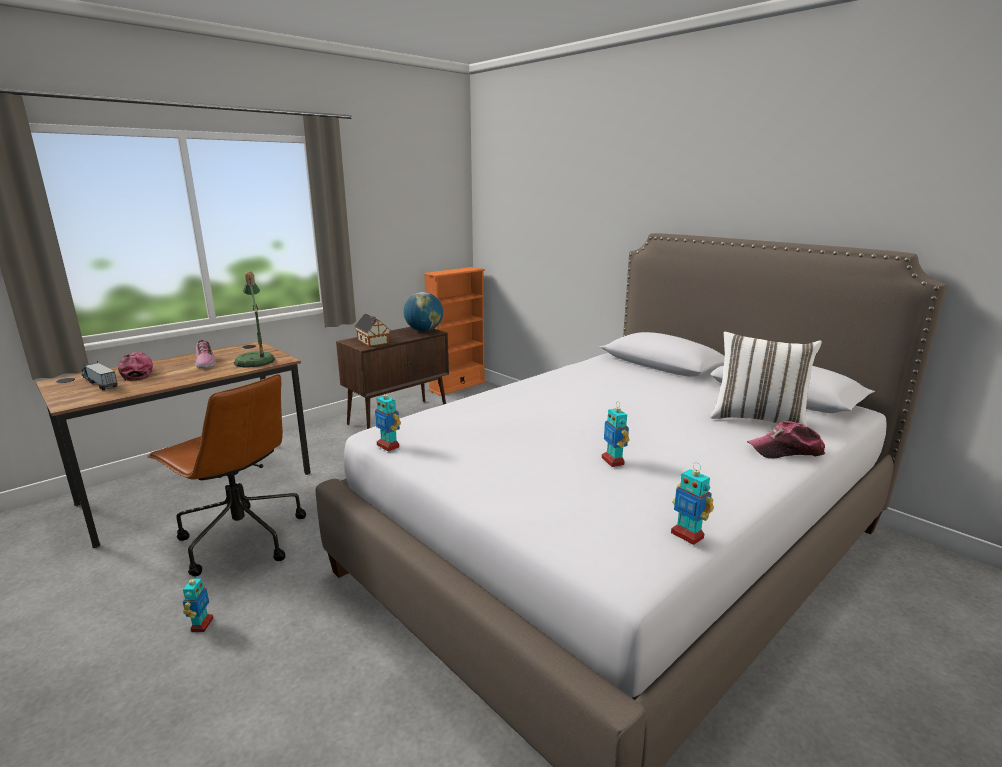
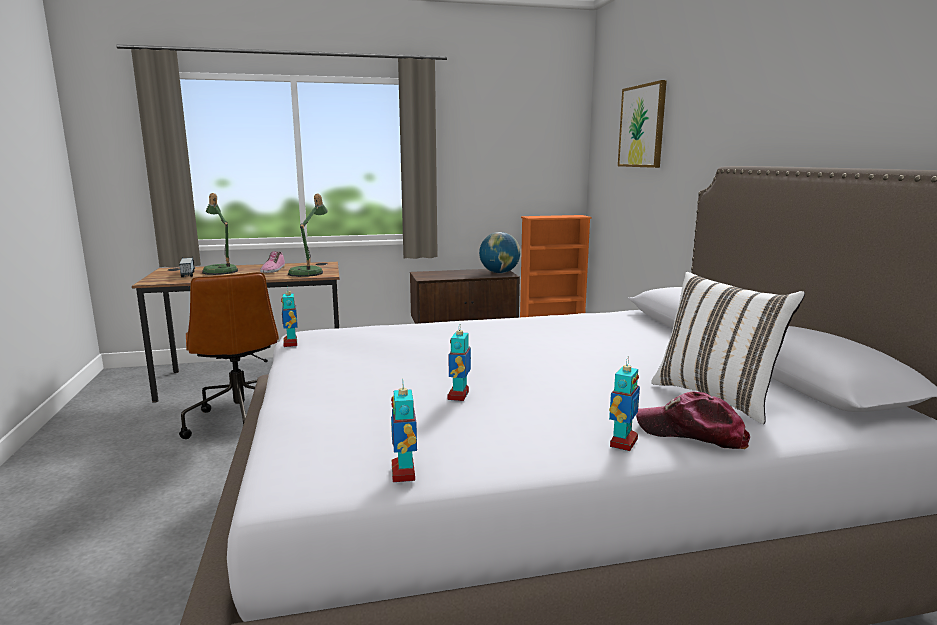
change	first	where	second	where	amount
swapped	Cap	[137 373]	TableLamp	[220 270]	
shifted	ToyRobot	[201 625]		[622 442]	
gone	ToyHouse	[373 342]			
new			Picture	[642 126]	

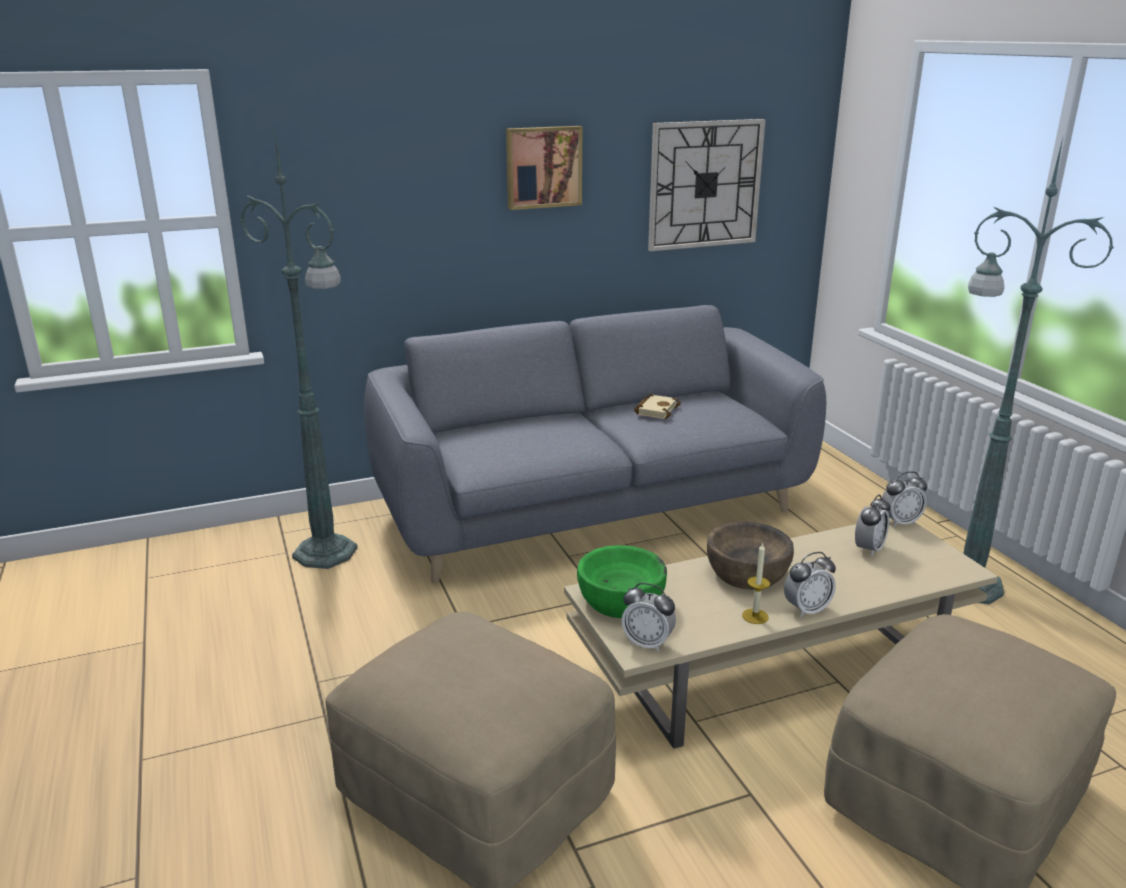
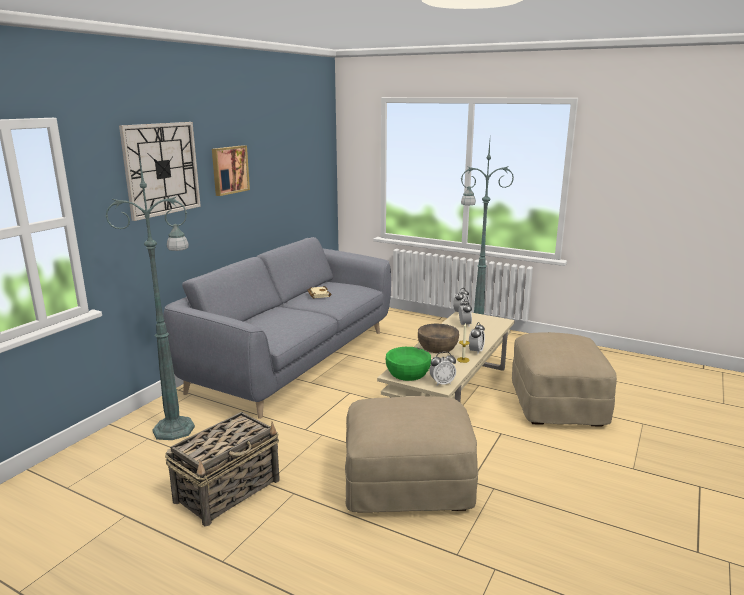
change	first	where	second	where	amount
shifted	WallClock	[705 184]		[161 169]	
new			Basket	[229 490]	

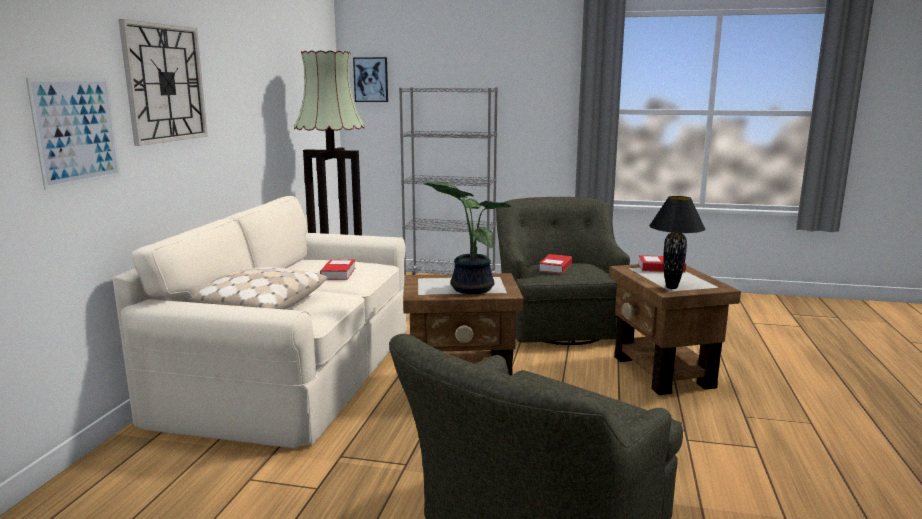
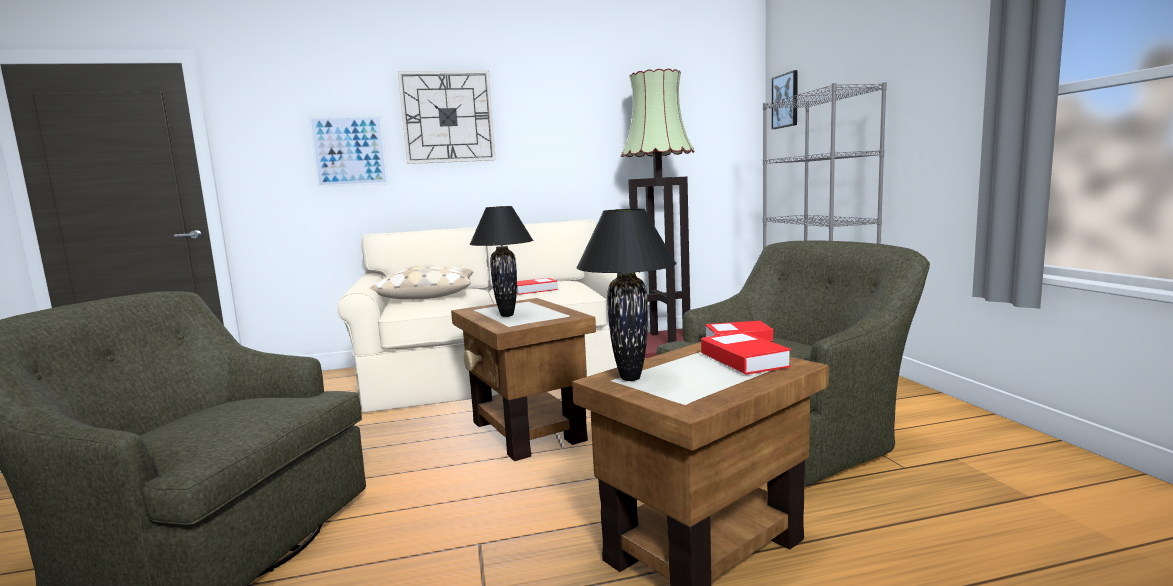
change	first	where	second	where	amount
swapped	PottedPlant	[469 288]	BlackTableLamp	[507 315]	

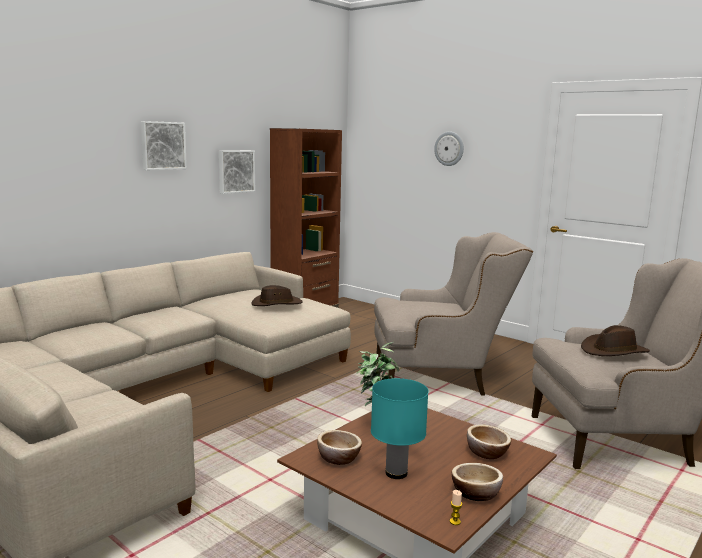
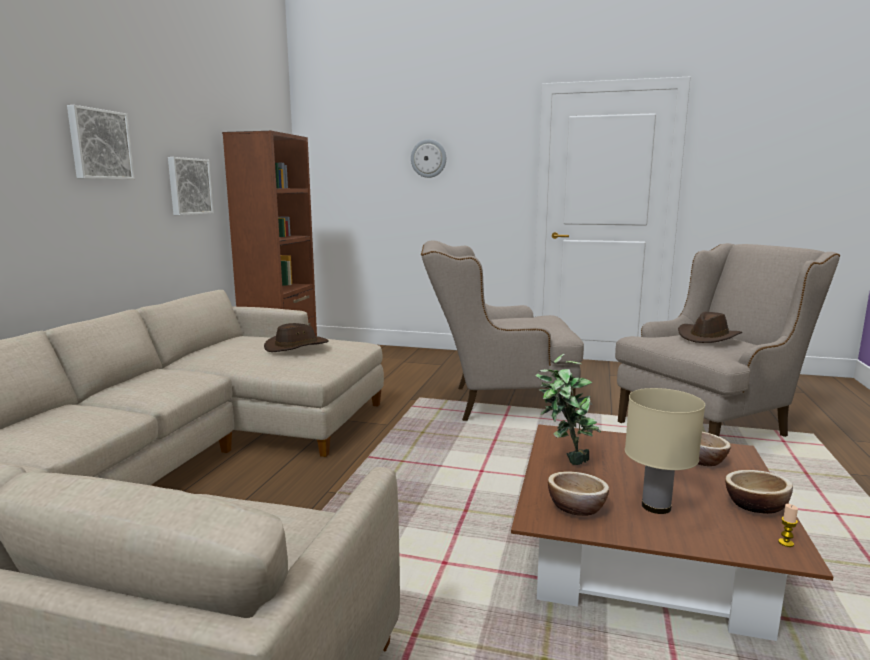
change	first	where	second	where	amount
repainted	TurquoiseTableLamp	[397 473]	BeigeTableLamp	[657 506]	
rotated	BeigeArmchair	[441 378]		[496 403]	150 degrees counterclockwise

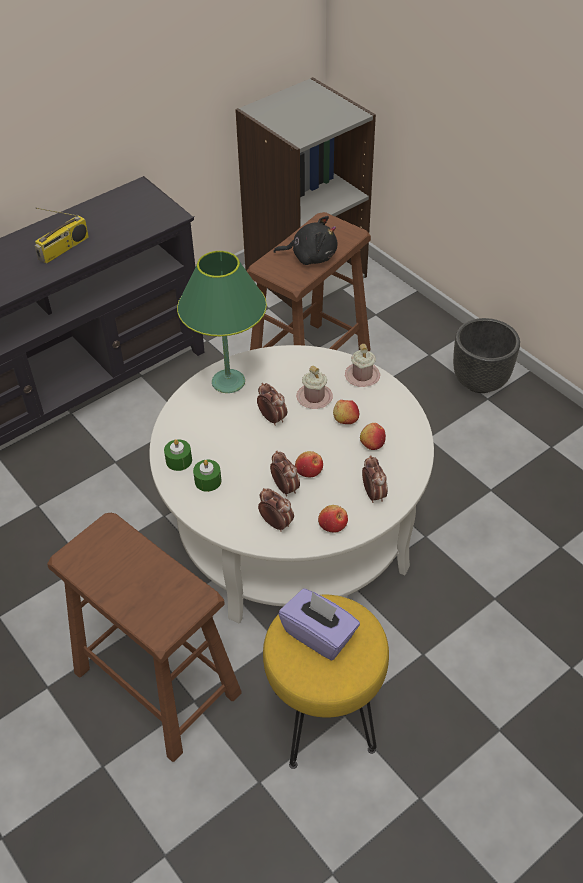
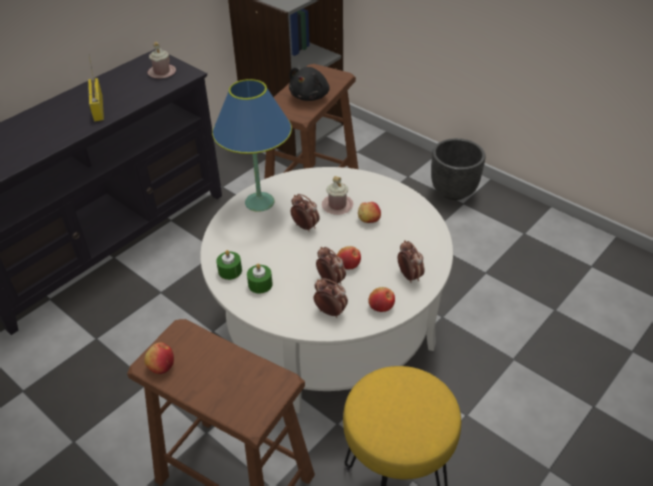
change	first	where	second	where	amount
rotated	Radio	[64 249]		[97 107]	135 degrees clockwise
repainted	GreenTableLamp	[228 381]	BlueTableLamp	[259 202]	
rotated	BlackPlushToy	[310 256]		[310 96]	120 degrees clockwise
gone	PurpleTissueBox	[319 634]			
shifted	PinkMug	[362 376]		[162 72]	
shifted	Apple	[372 444]		[161 366]	

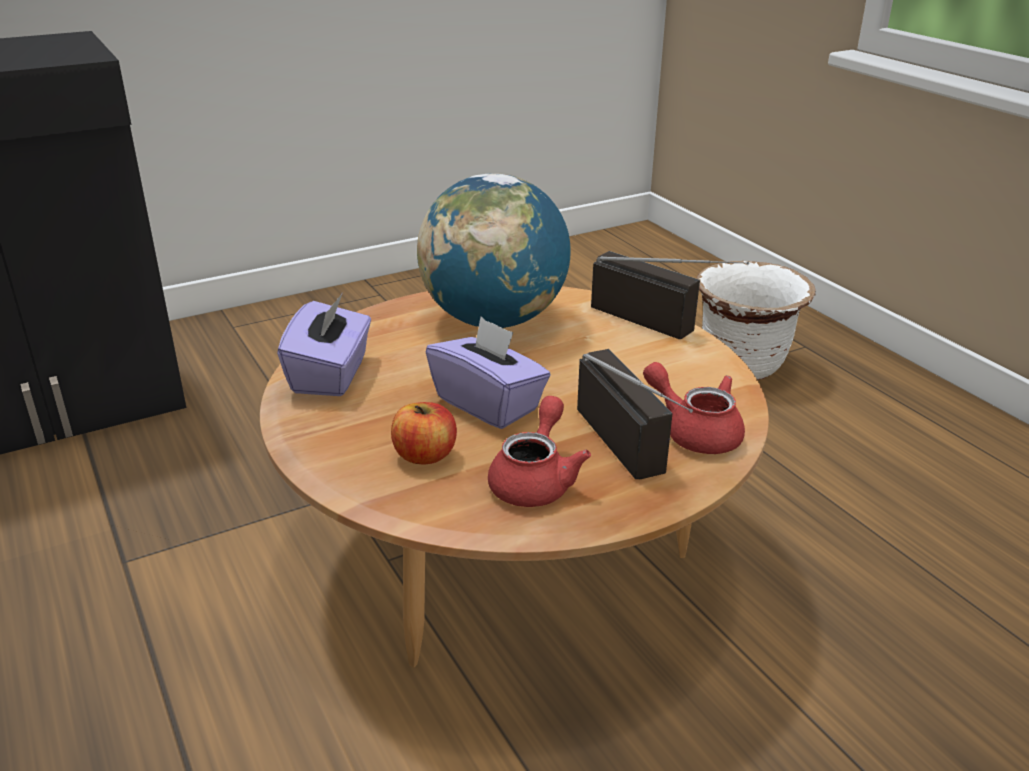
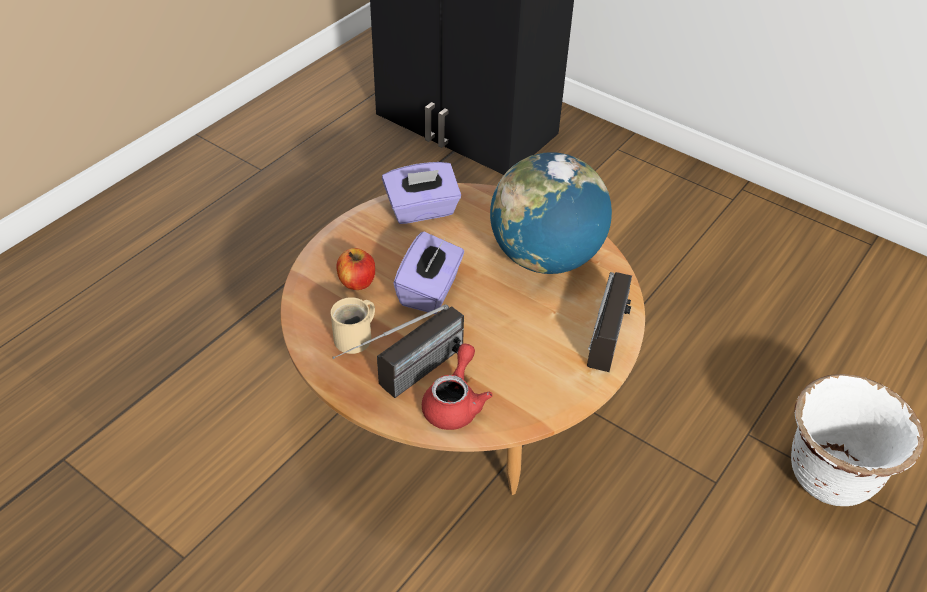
change	first	where	second	where	amount
swapped	RedTeapot	[536 480]	BeigeMug	[356 338]	

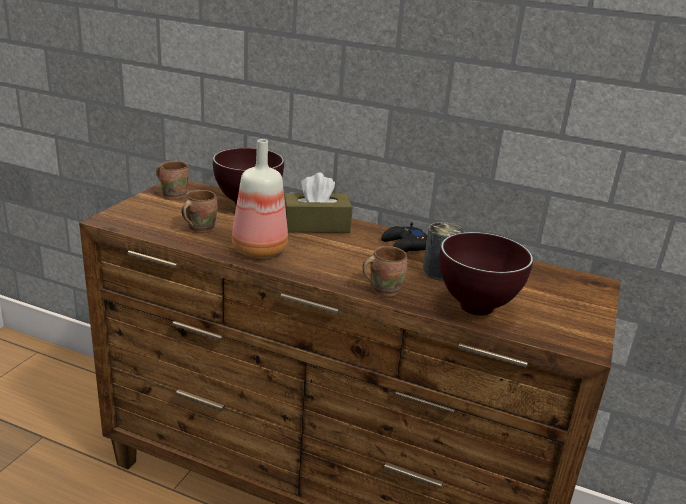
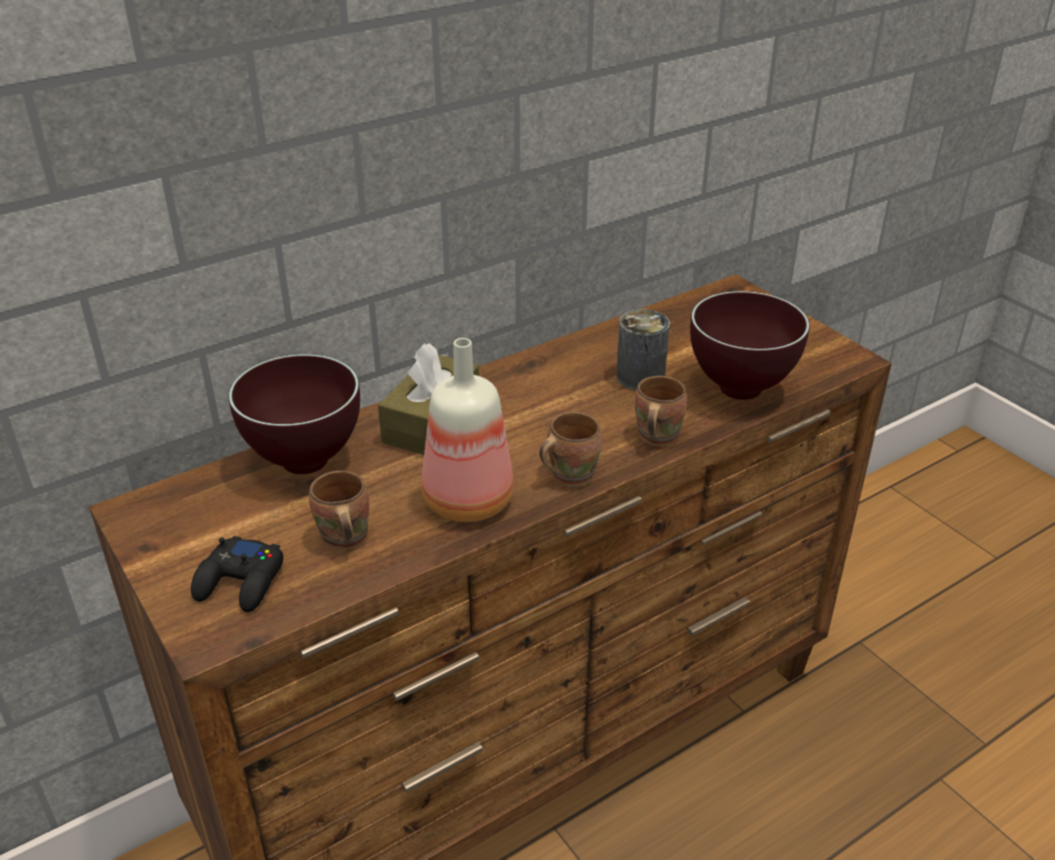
change	first	where	second	where	amount
shifted	BrownMug	[174 195]		[569 474]	
shifted	BlackGameController	[405 246]		[241 582]	

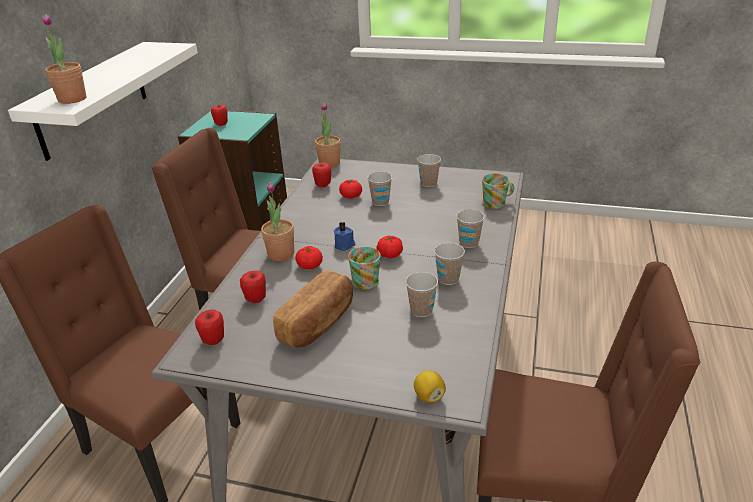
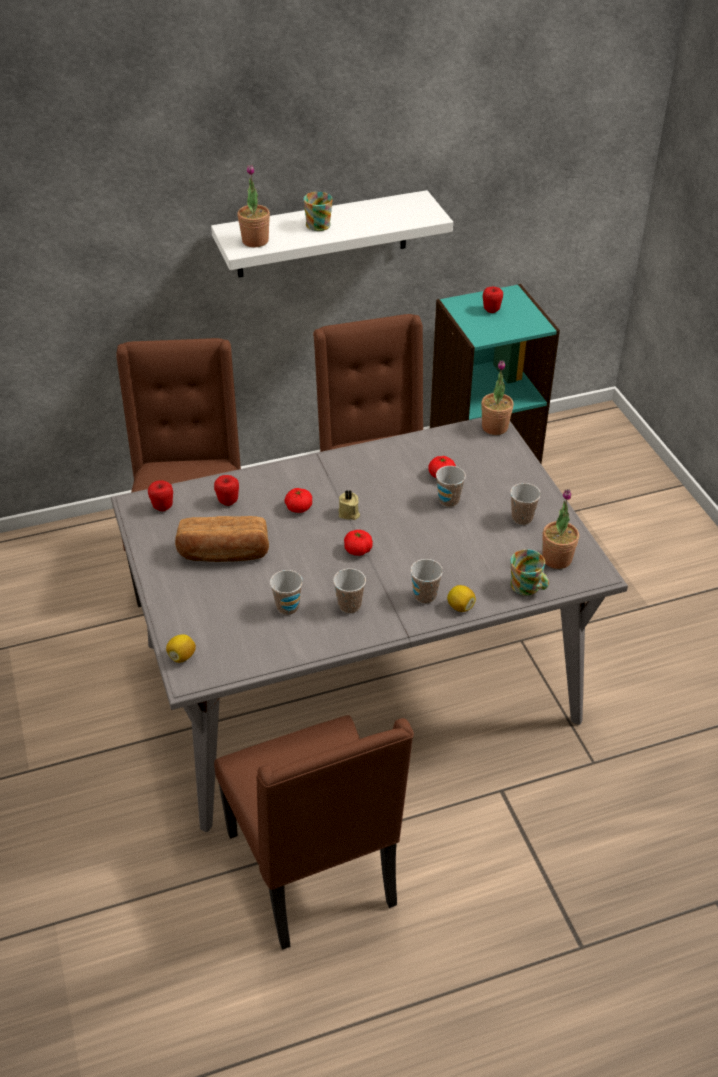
change	first	where	second	where	amount
shifted	PottedPlant	[281 254]		[556 559]	
gone	Apple	[323 185]			
repainted	BlueCandle	[345 245]	BeigeCandle	[349 514]	
shifted	Mug	[363 279]		[320 223]	
new			Lemon	[460 607]	

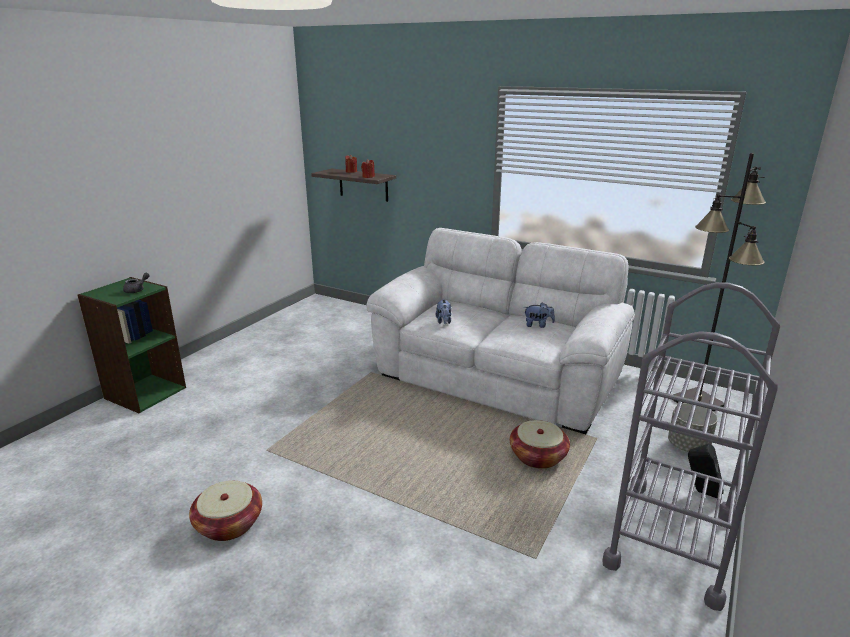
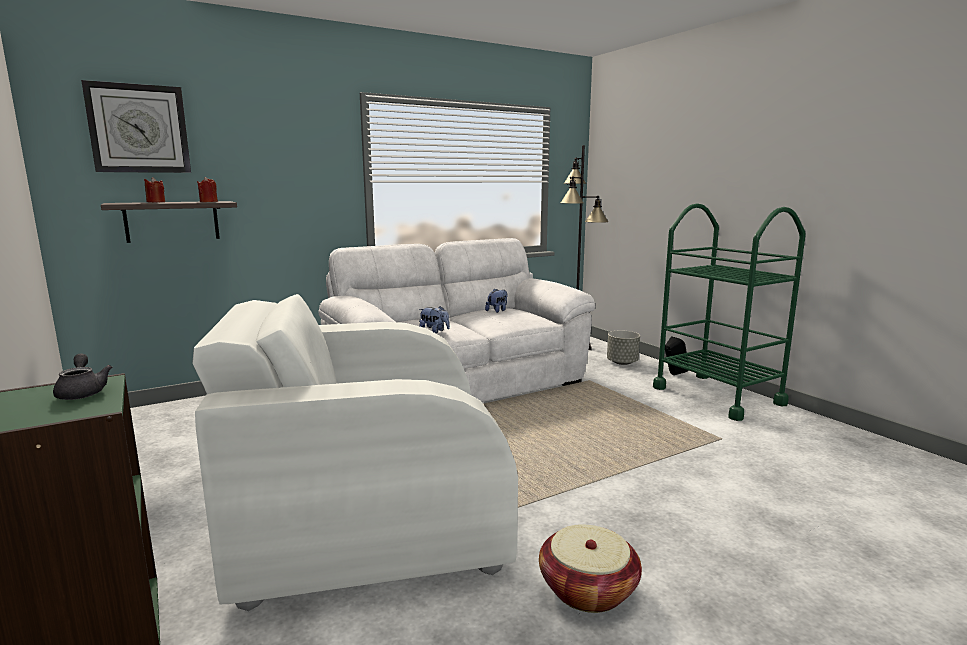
change	first	where	second	where	amount
gone	Basket	[538 457]			
repainted	GreyCart	[671 539]	GreenCart	[717 396]	
new			WallClock	[139 129]	
new			WhiteArmchair	[368 518]	

